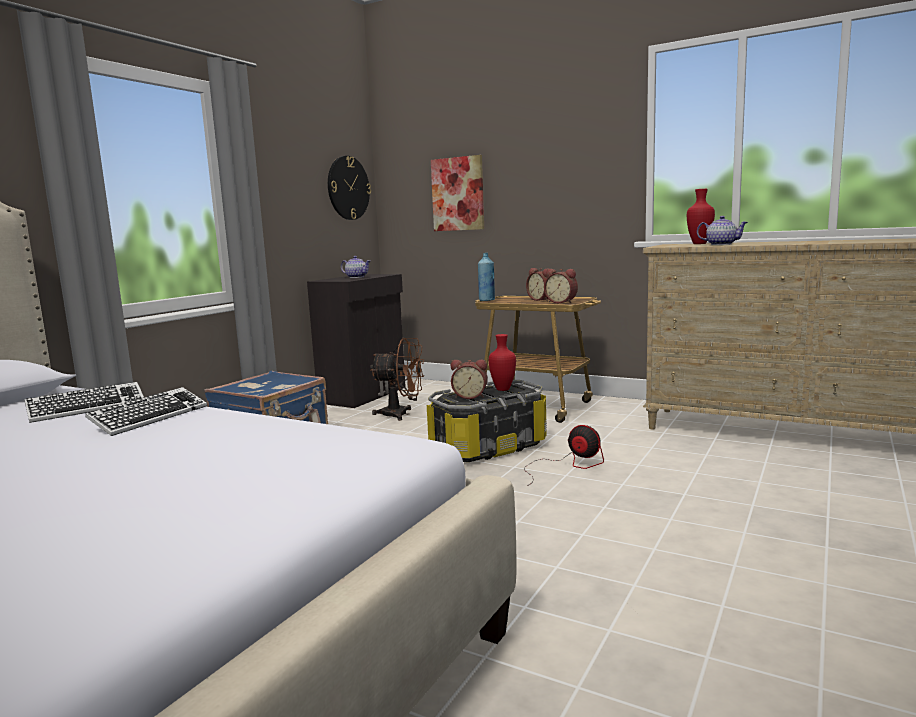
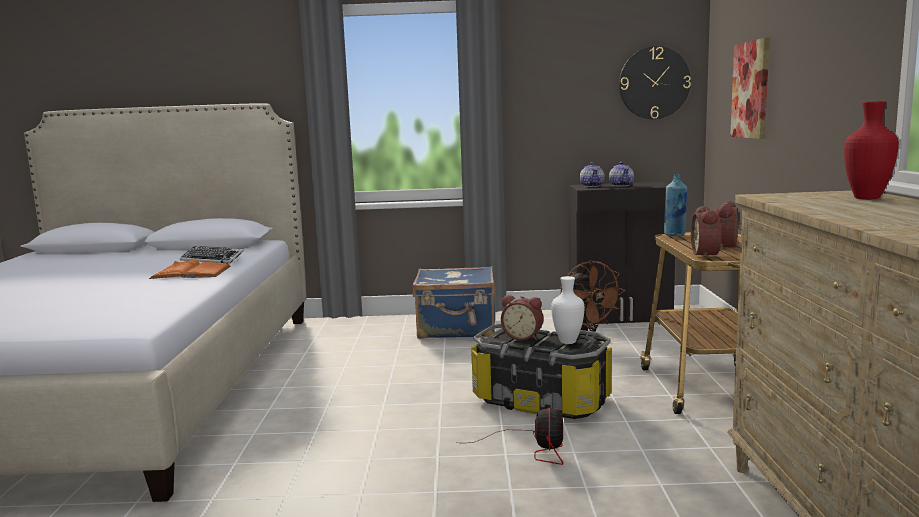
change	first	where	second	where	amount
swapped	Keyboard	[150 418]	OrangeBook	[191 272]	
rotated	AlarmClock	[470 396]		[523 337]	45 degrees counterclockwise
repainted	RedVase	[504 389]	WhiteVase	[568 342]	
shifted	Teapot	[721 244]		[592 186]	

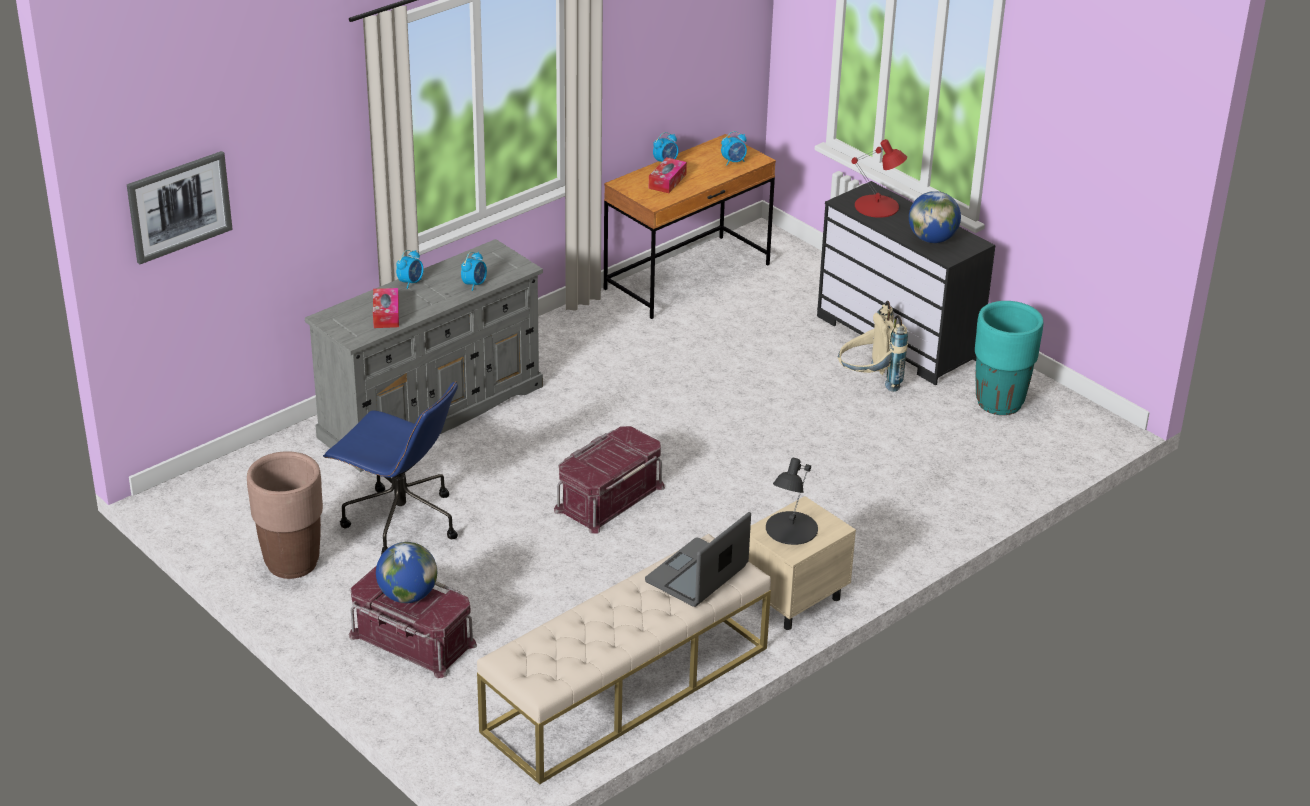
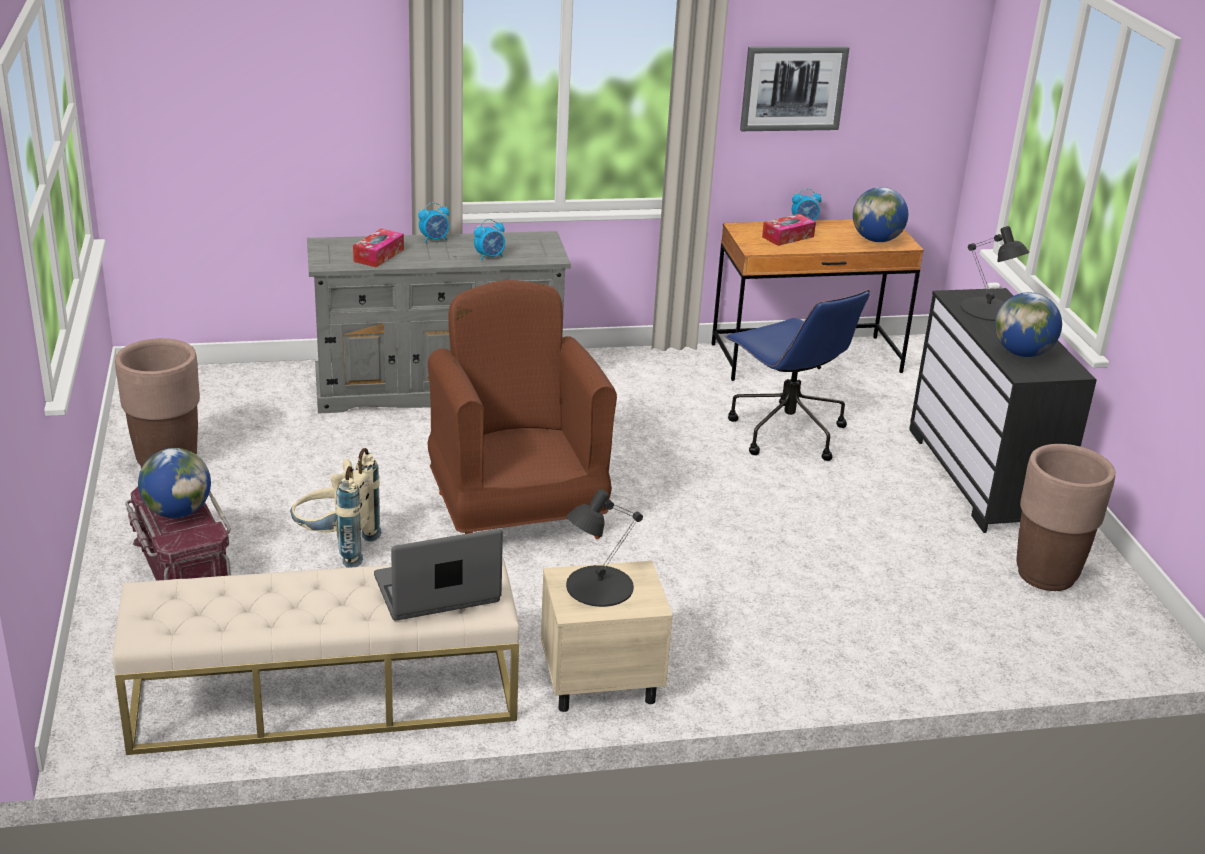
change	first	where	second	where	amount
shifted	Picture	[179 206]		[793 88]	
shifted	BlueOfficeChair	[400 521]		[785 432]	
swapped	RedStorageBox	[608 497]	BrownArmchair	[517 513]	
swapped	AlarmClock	[734 161]	Globe	[876 240]	
shifted	BeigeBackpack	[868 382]		[336 548]	
repainted	RedTableLamp	[877 206]	BlackTableLamp	[988 309]	
repainted	TurquoisePlanter	[999 403]	BrownPlanter	[1046 575]	

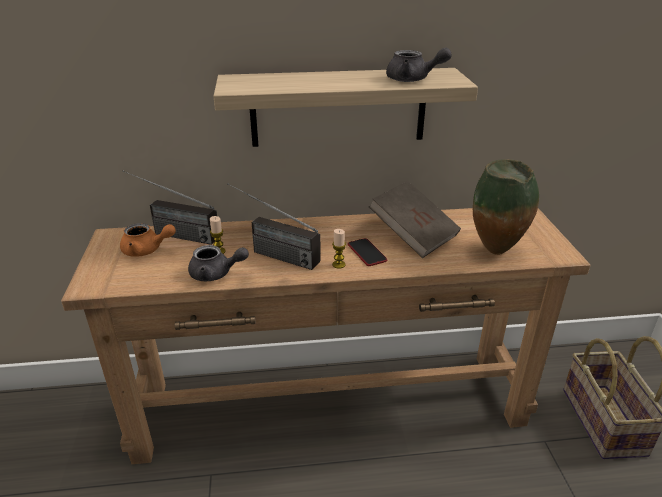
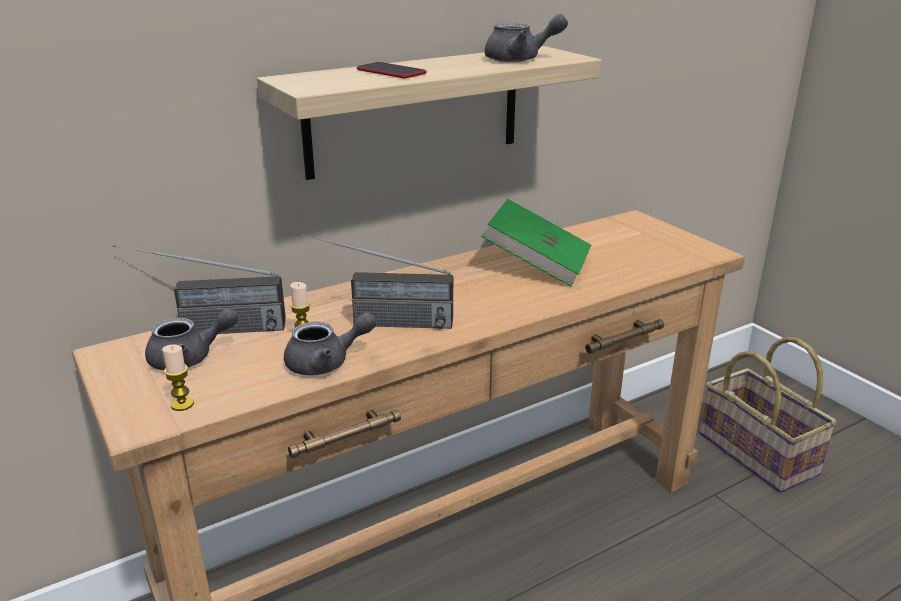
change	first	where	second	where	amount
repainted	OrangeTeapot	[147 250]	GreyTeapot	[190 358]	
shifted	Candle	[338 264]		[182 404]	
shifted	Phone	[367 253]		[391 72]	
repainted	BrownBook	[413 235]	GreenBook	[537 265]	
gone	Vase	[496 253]			

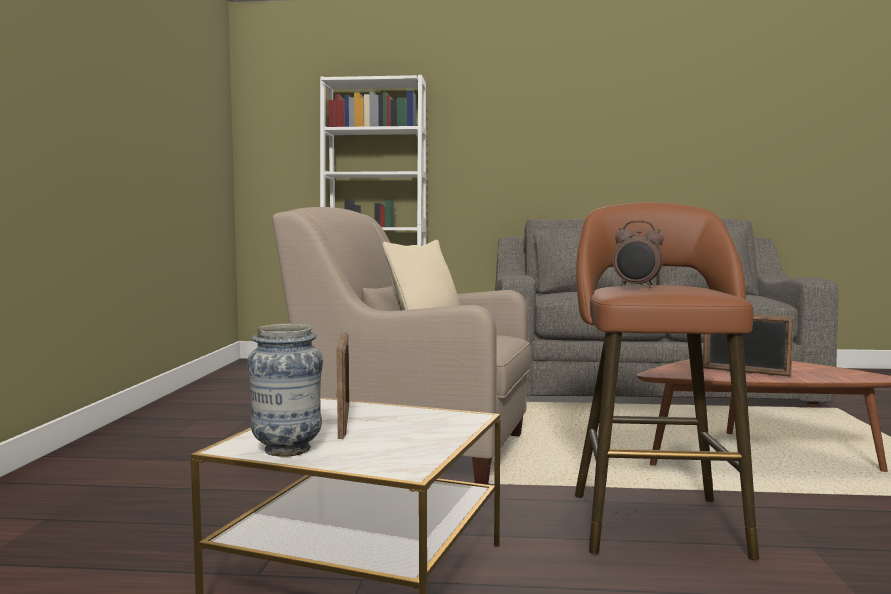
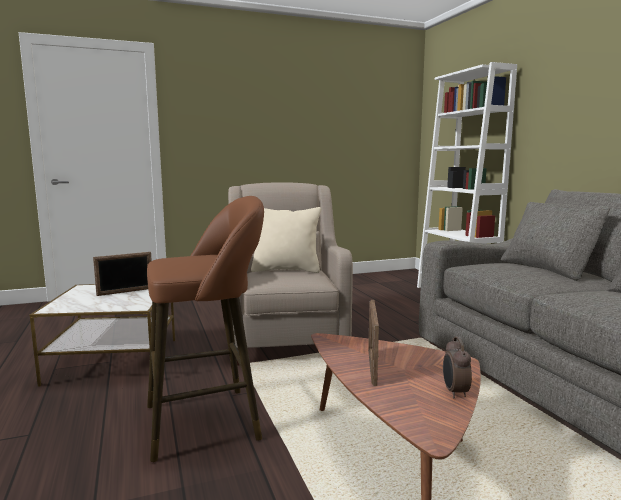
change	first	where	second	where	amount
gone	Vase	[287 450]			
shifted	AlarmClock	[637 286]		[454 392]	

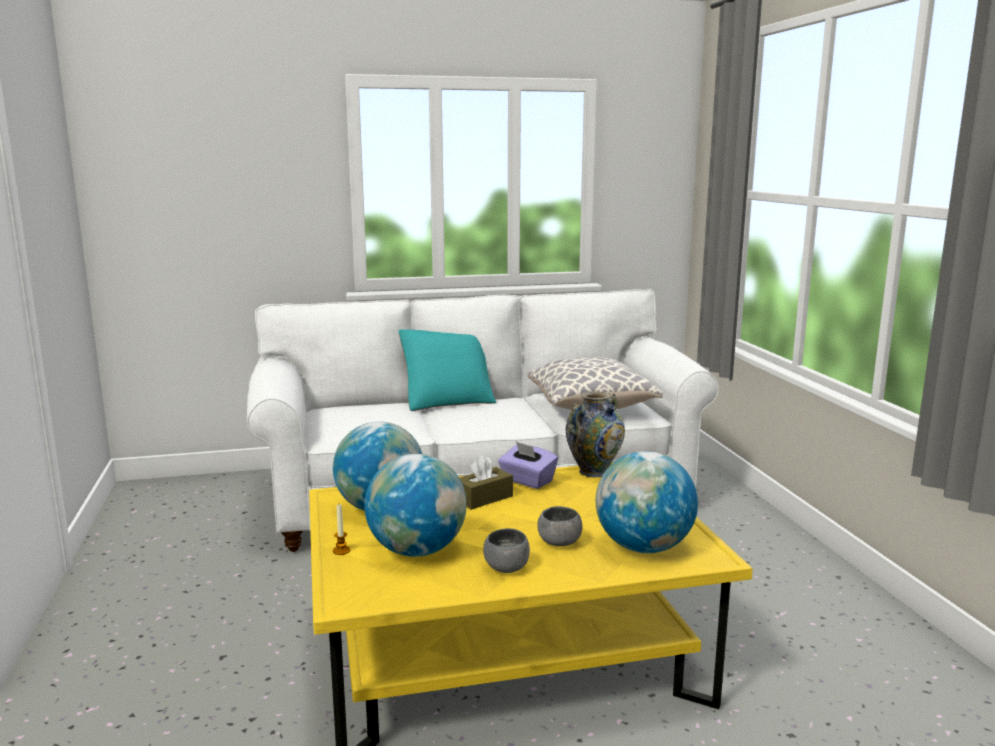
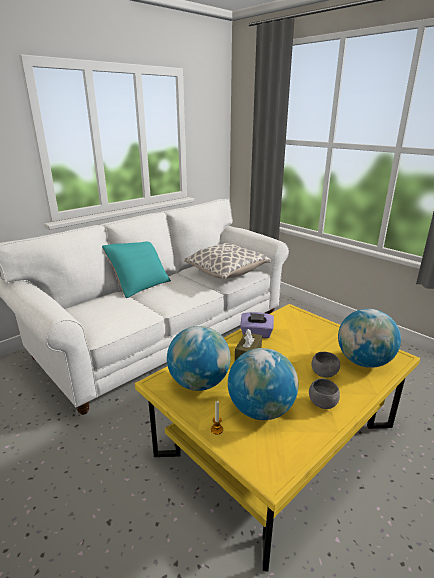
change	first	where	second	where	amount
gone	Vase	[593 471]			

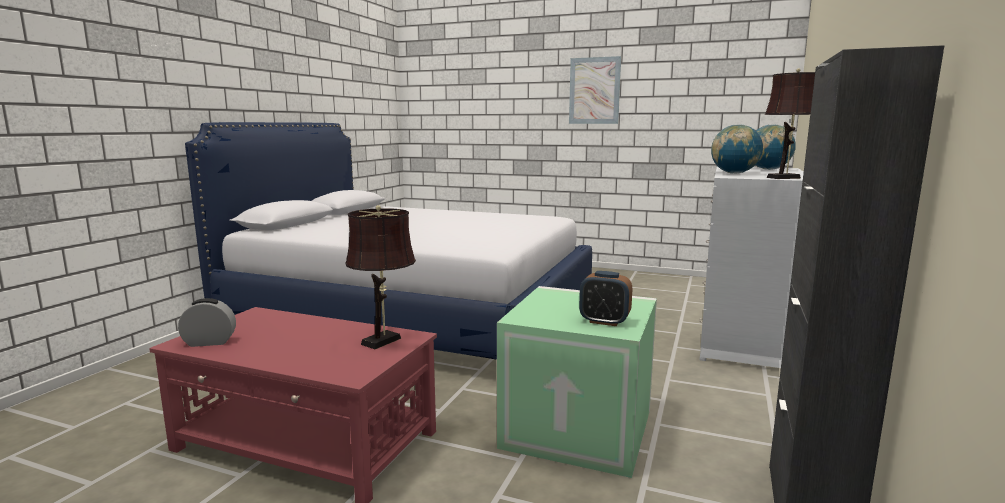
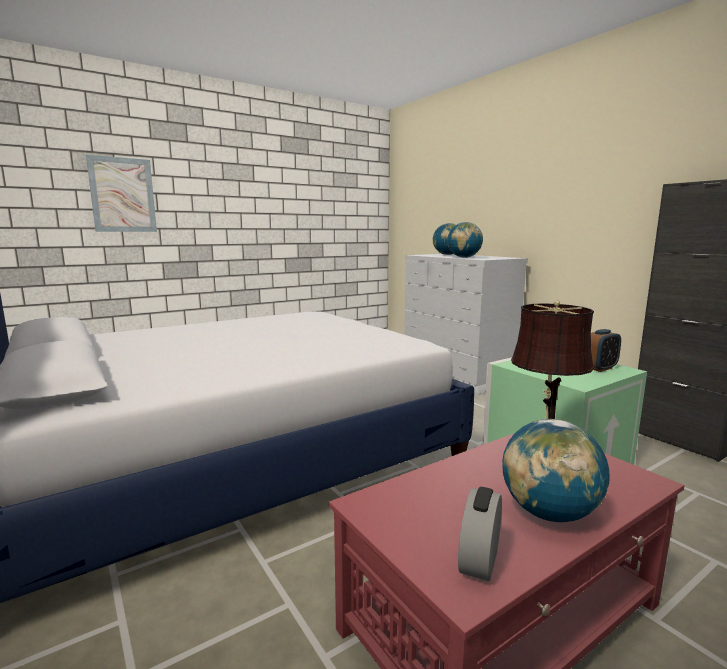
change	first	where	second	where	amount
shifted	Picture	[594 91]		[122 195]	
gone	BrownTableLamp	[786 178]			
new			Globe	[549 513]	

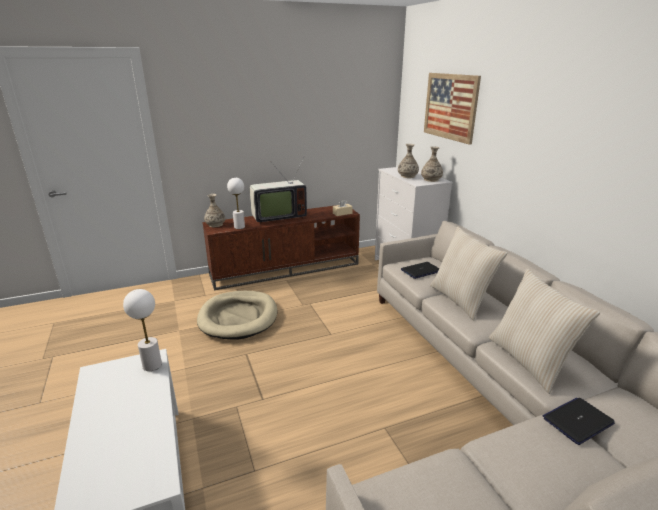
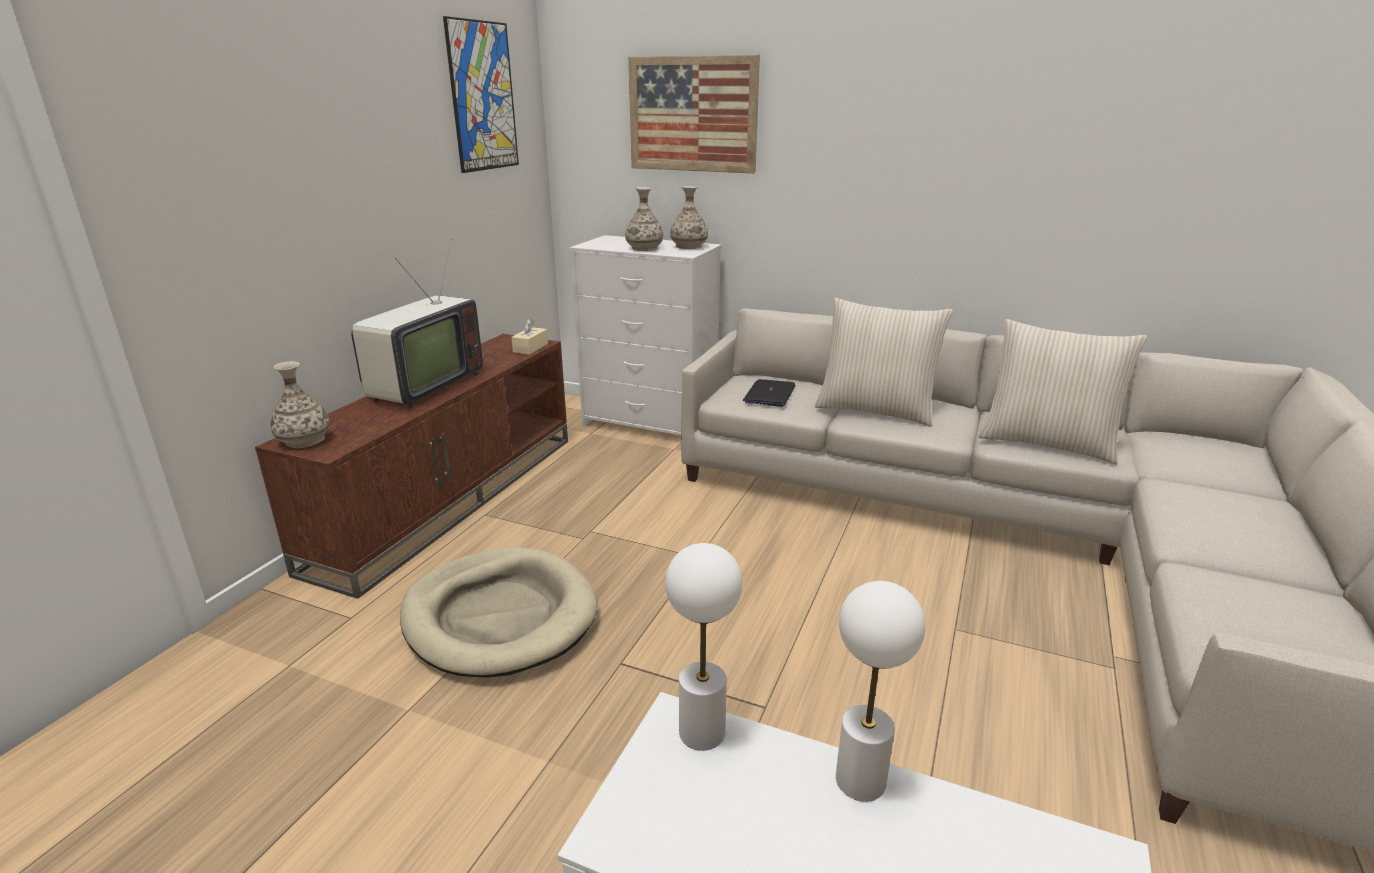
change	first	where	second	where	amount
shifted	WhiteTableLamp	[239 227]		[861 781]	
gone	Laptop	[578 421]			
new			Picture	[483 97]	

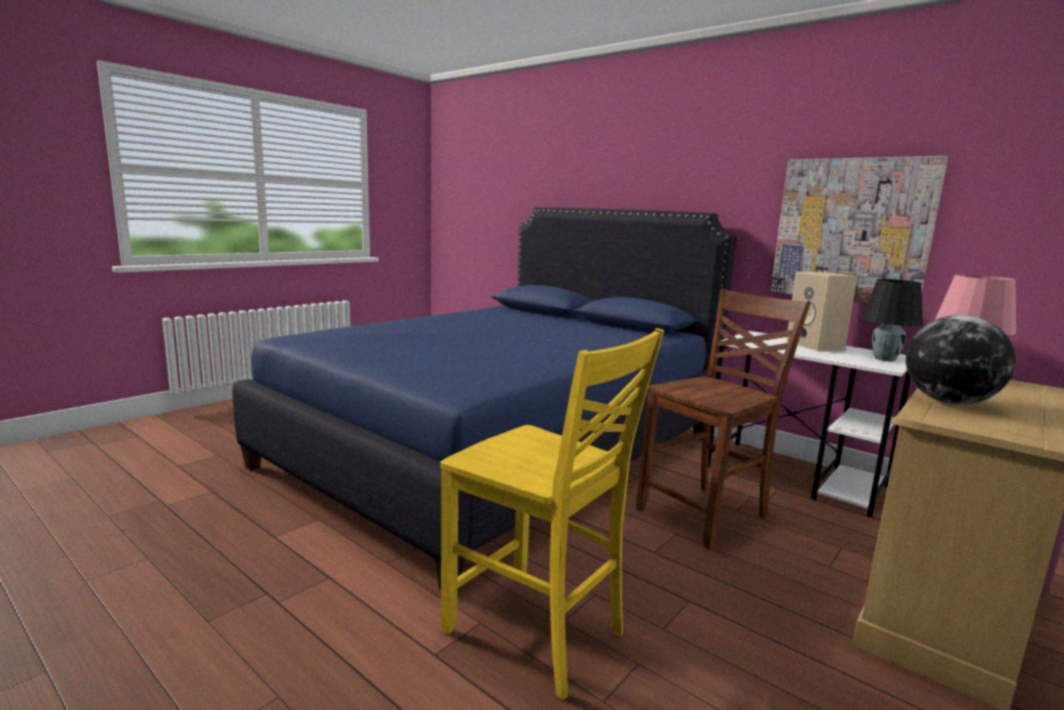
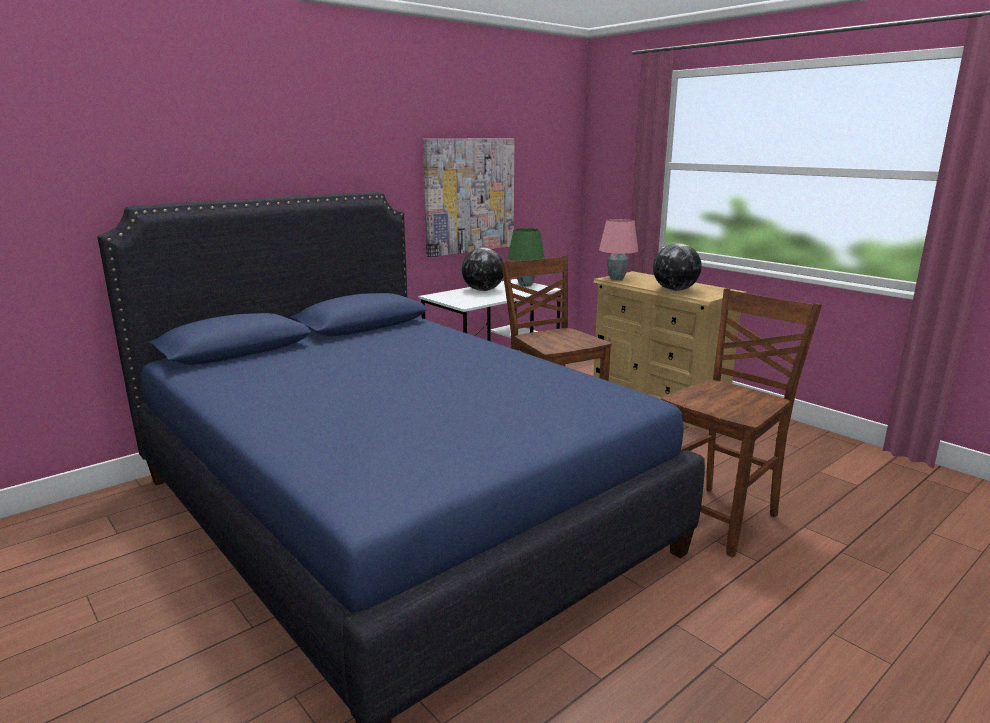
change	first	where	second	where	amount
repainted	YellowChair	[537 633]	BrownChair	[719 518]	
swapped	BeigeSpeaker	[816 346]	Globe	[483 290]	
repainted	BlackTableLamp	[884 359]	GreenTableLamp	[525 285]	

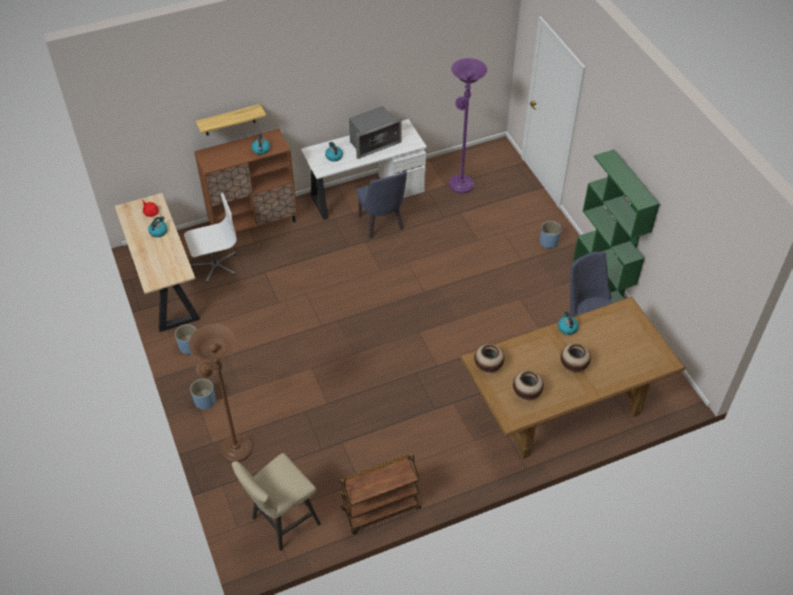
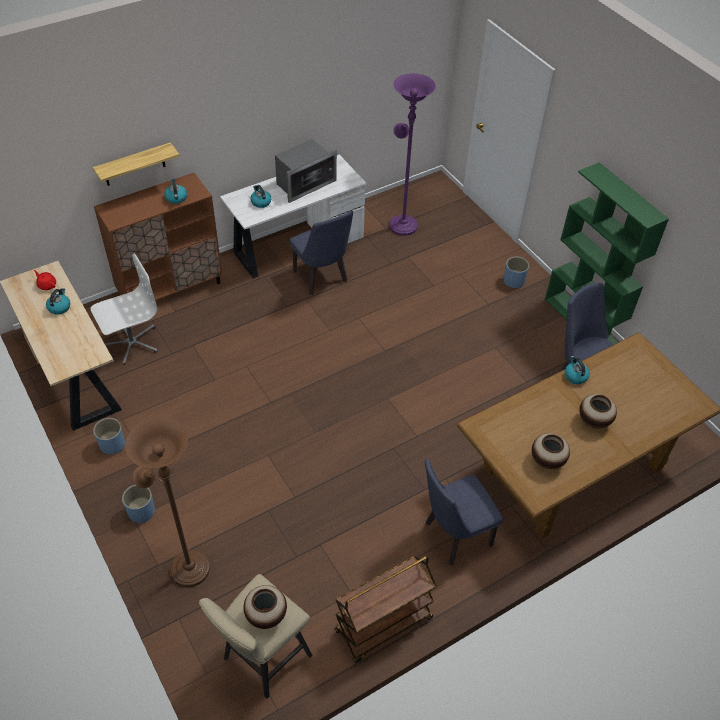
change	first	where	second	where	amount
shifted	Vase	[488 366]		[266 615]	
new			BlueChair	[453 536]	

